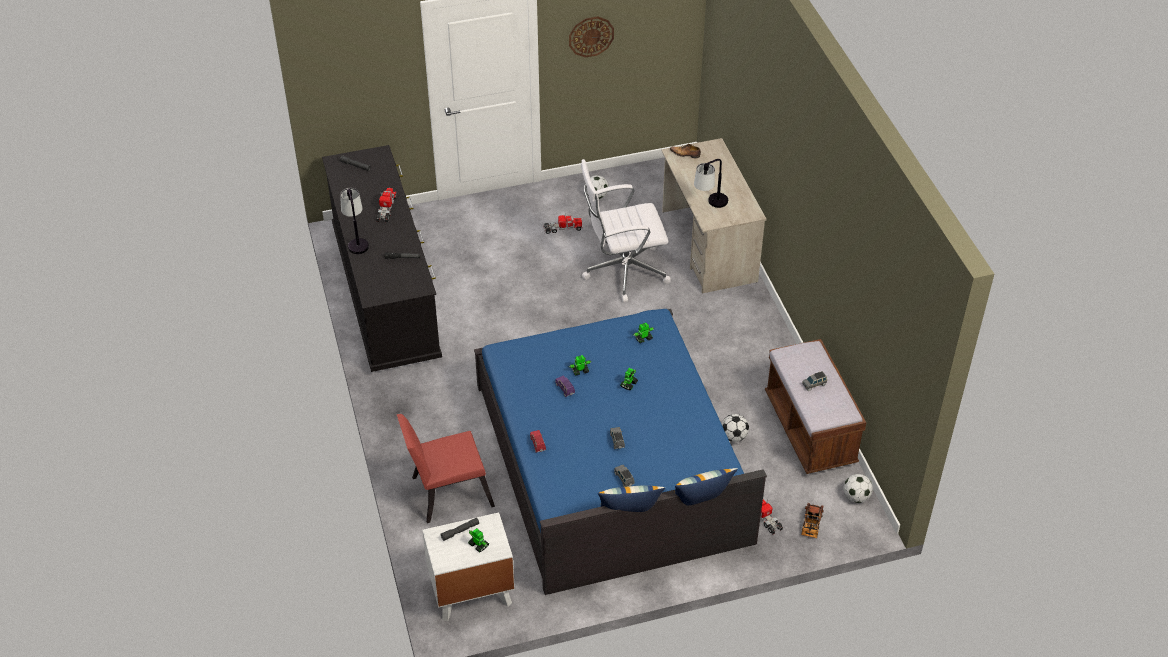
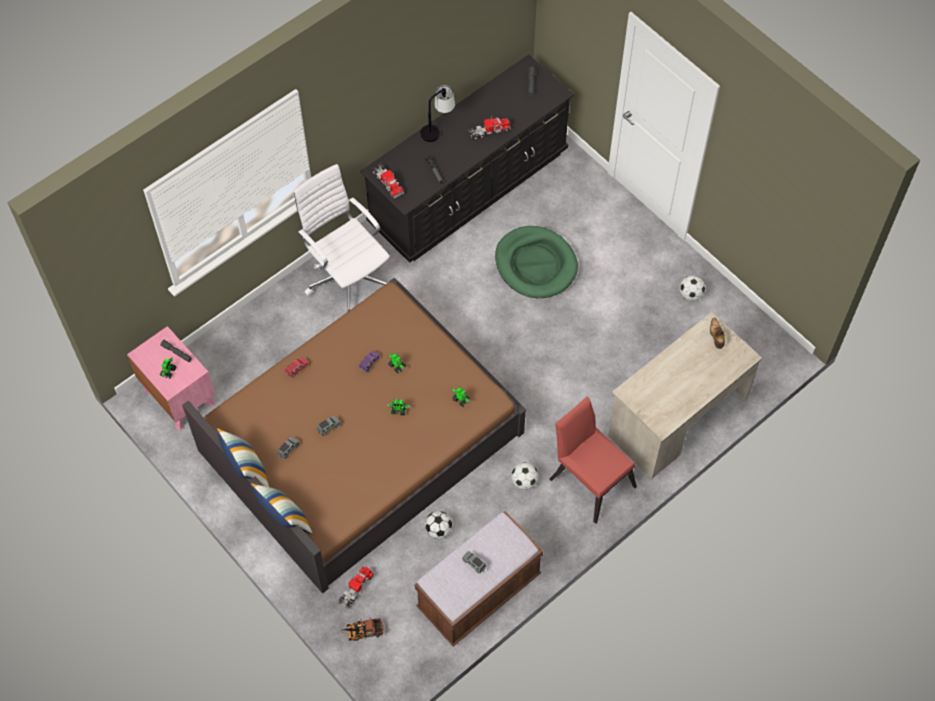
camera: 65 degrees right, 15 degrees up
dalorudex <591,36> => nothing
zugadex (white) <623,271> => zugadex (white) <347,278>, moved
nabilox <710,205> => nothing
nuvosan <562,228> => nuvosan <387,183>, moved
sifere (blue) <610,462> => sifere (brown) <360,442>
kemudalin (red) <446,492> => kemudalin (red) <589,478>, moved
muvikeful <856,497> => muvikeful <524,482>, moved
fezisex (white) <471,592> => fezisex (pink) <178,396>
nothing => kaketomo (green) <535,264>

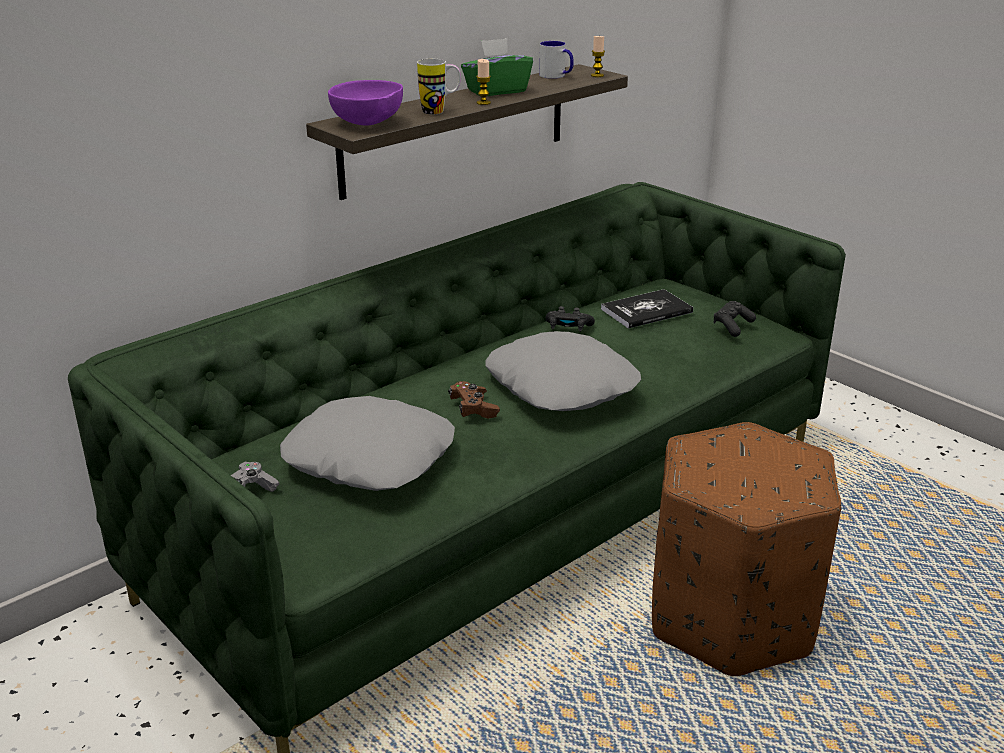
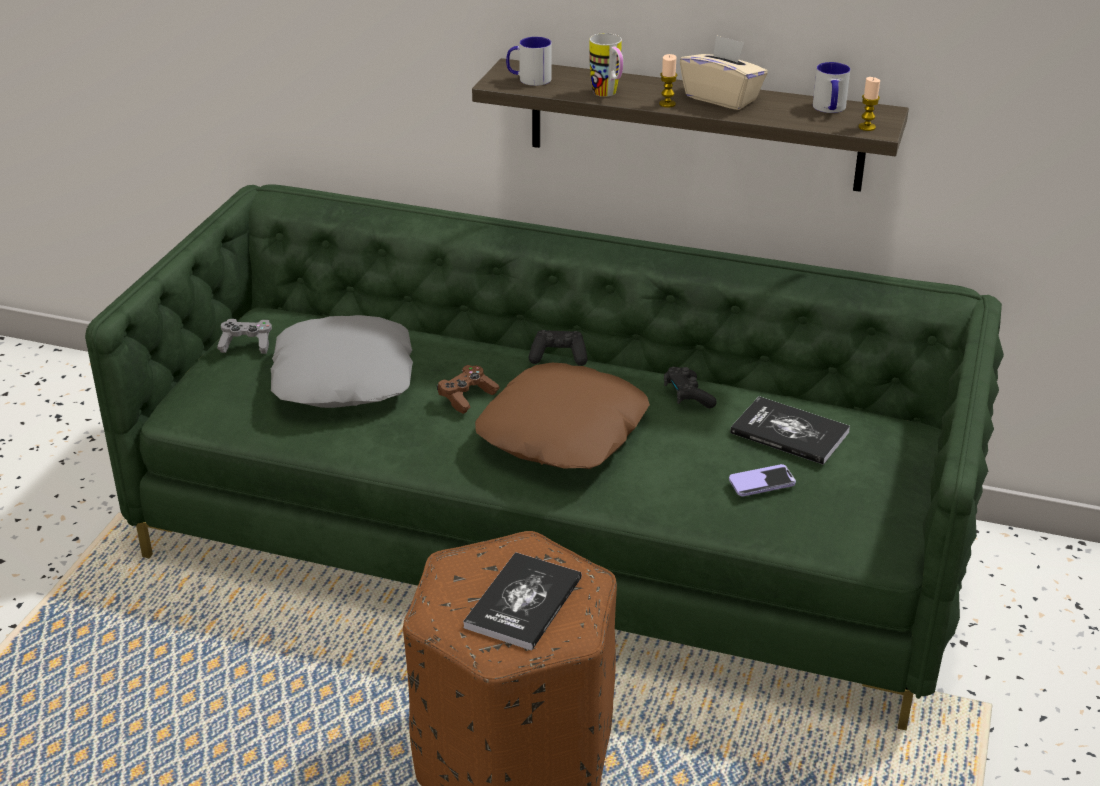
camera: 60 degrees right, 5 degrees up
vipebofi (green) <496,91> => vipebofi (beige) <722,98>
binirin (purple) <368,123> => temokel <529,79>
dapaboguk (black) <732,326> => dapaboguk (black) <558,357>, moved
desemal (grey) <562,385> => desemal (brown) <564,432>
nothing => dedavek <762,482>
nothing => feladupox <523,603>

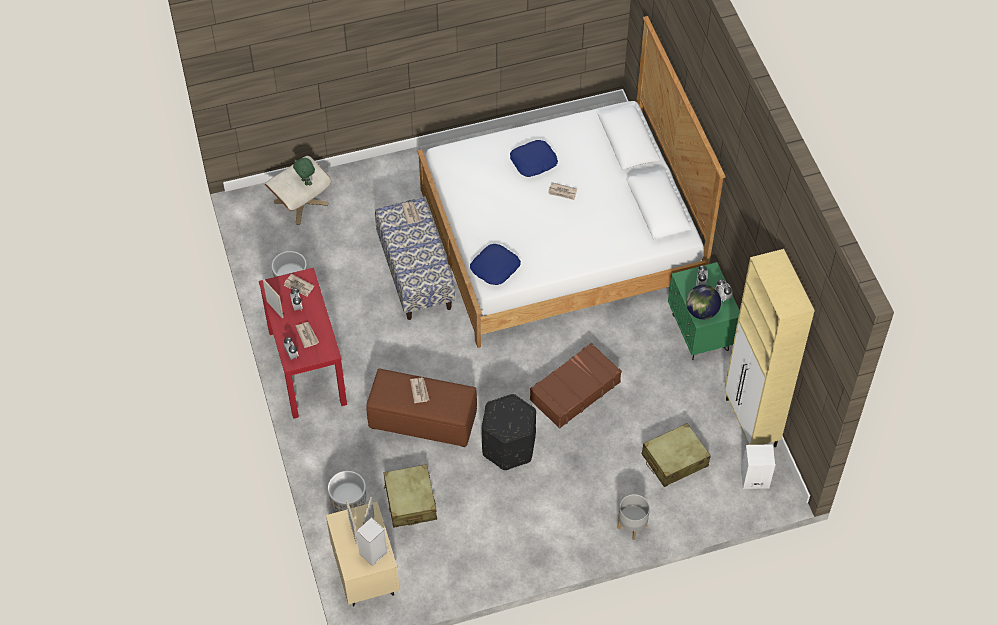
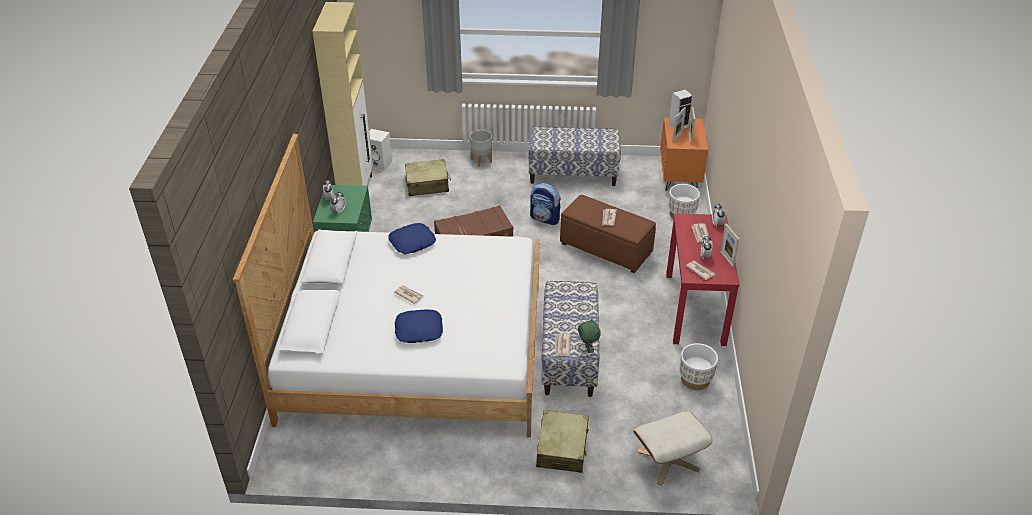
camera: 160 degrees left, 15 degrees down
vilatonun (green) <306,182> => vilatonun (green) <587,349>, moved
desemal (blue) <494,267> => desemal (blue) <412,243>, moved
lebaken <701,311> => nothing
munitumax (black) <508,447> => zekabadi <545,218>
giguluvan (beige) <410,501> => giguluvan (beige) <562,448>, moved
fezisex (beige) <365,574> => fezisex (orange) <679,178>
nothing => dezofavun <573,174>

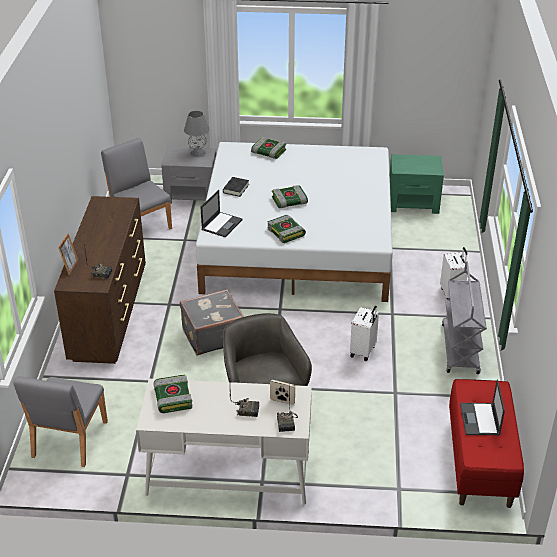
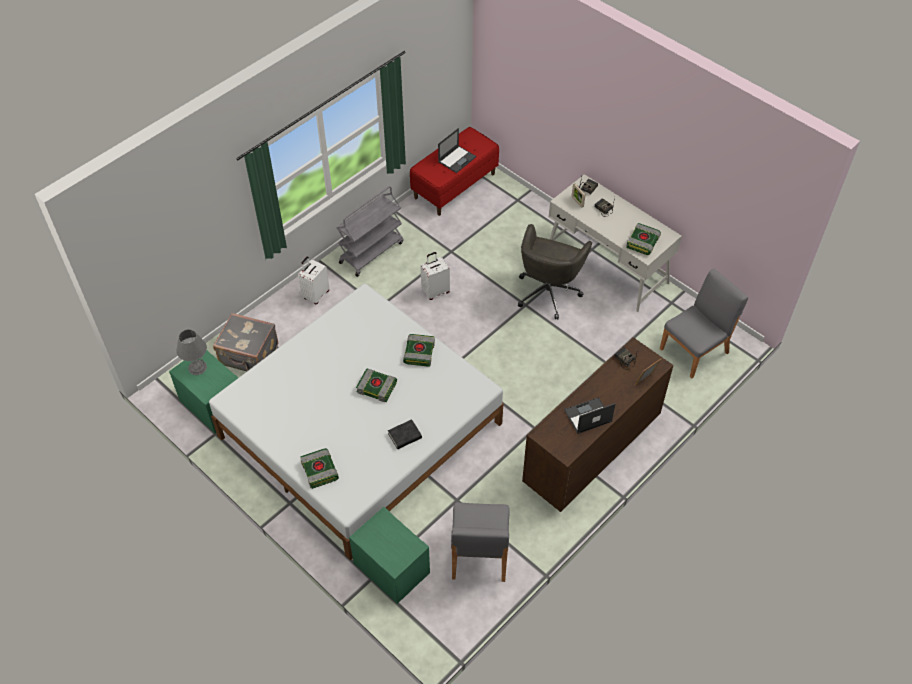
camera: 140 degrees left, 15 degrees up
nabilox (grey) <197,153> => nabilox (grey) <197,367>, moved
fezisex (grey) <191,194> => fezisex (green) <391,567>
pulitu <222,224> => pulitu <587,416>, moved
giguluvan (grey) <212,335> => giguluvan (grey) <249,356>, moved

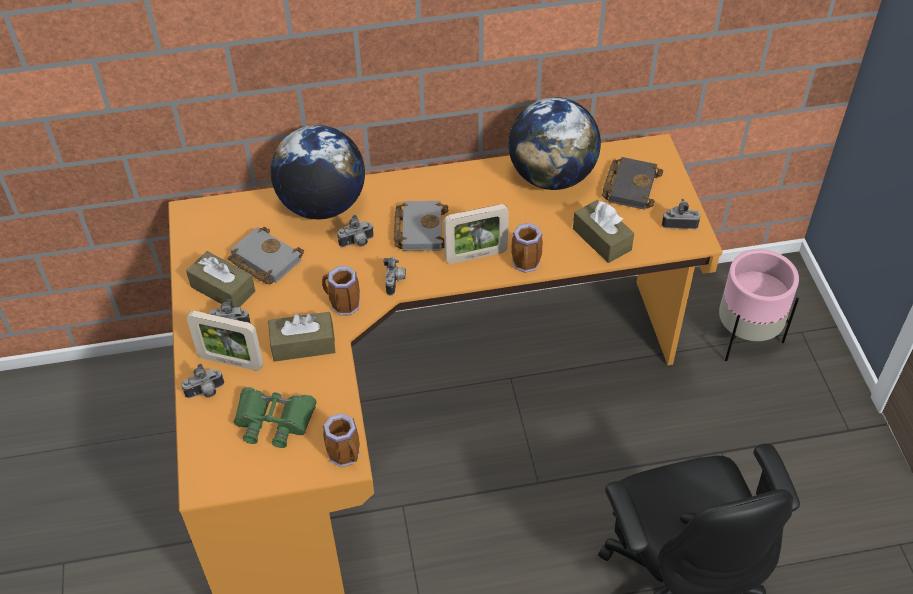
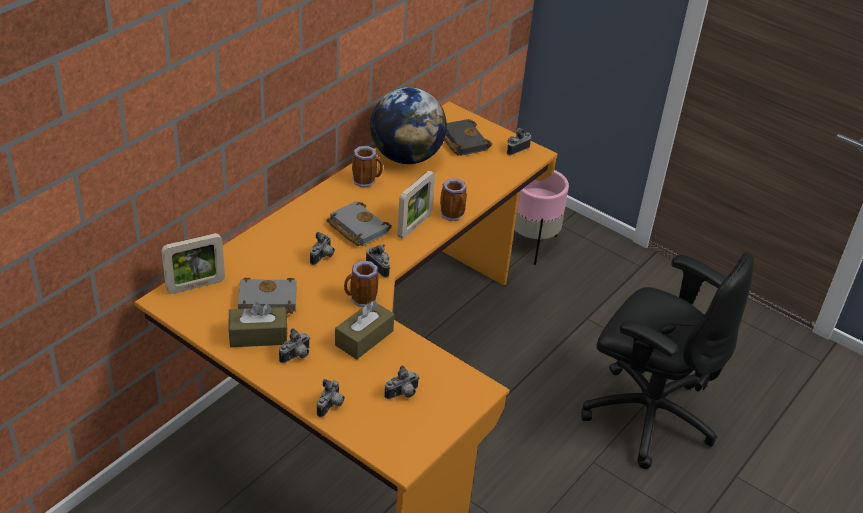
camera: 45 degrees left, 10 degrees down
lebaken <322,205> => nothing
vipebofi (brown) <601,239> => nothing
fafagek <231,361> => fafagek <195,286>, moved
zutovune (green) <274,420> => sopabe <403,394>
temokel <347,455> => temokel <366,181>, moved

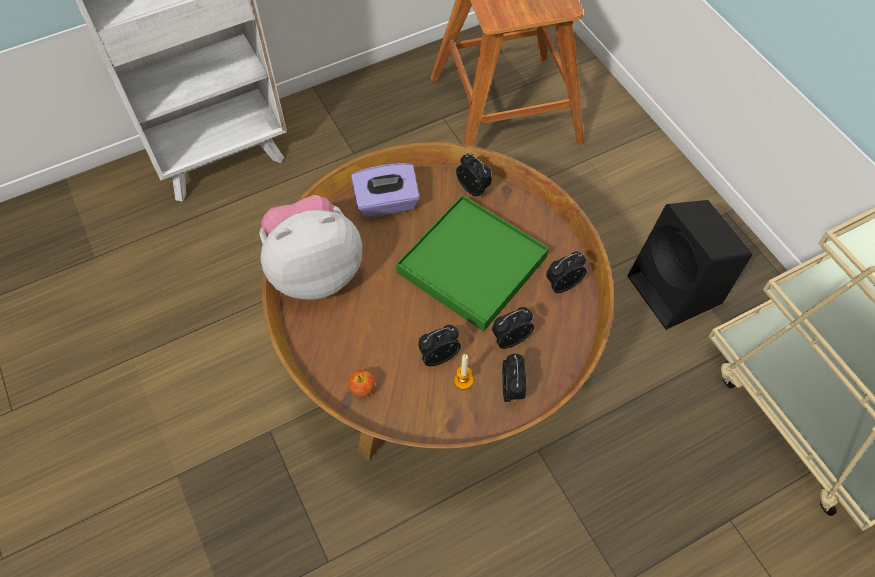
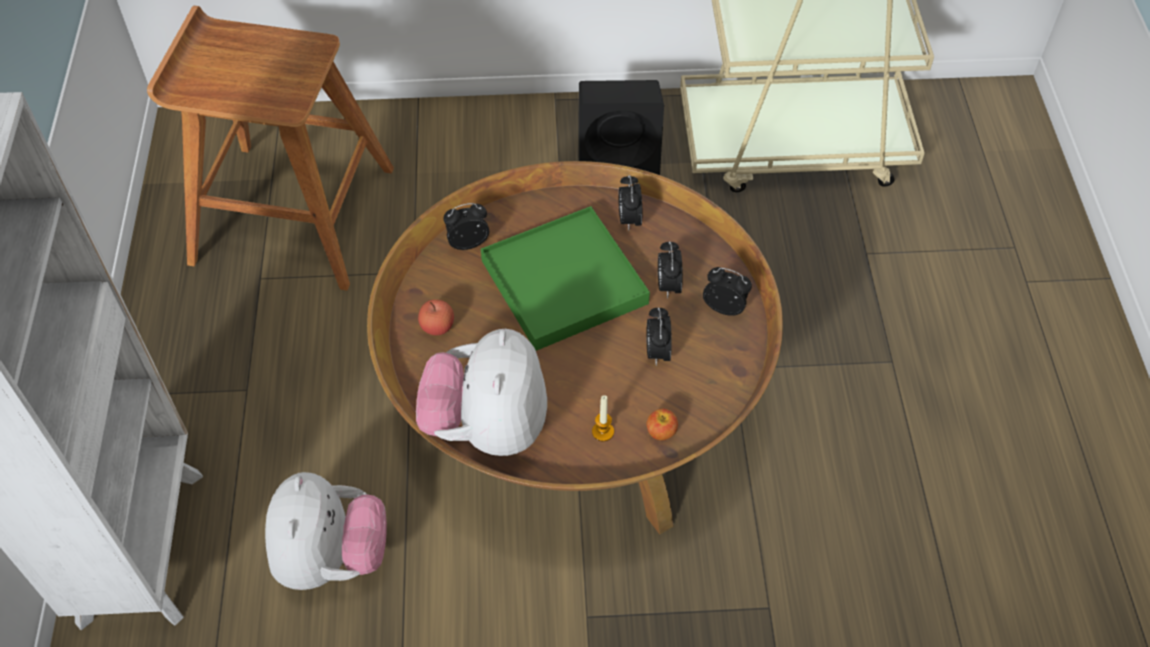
camera: 65 degrees left, 5 degrees down
vipebofi (purple) <387,203> => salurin <437,326>
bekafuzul <463,380> => bekafuzul <603,432>, moved
nothing => vilatonun <331,558>

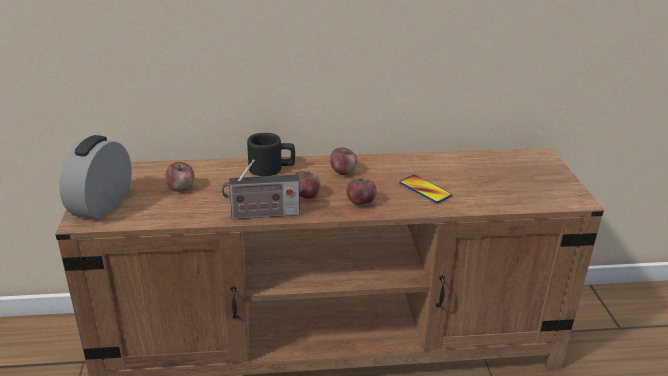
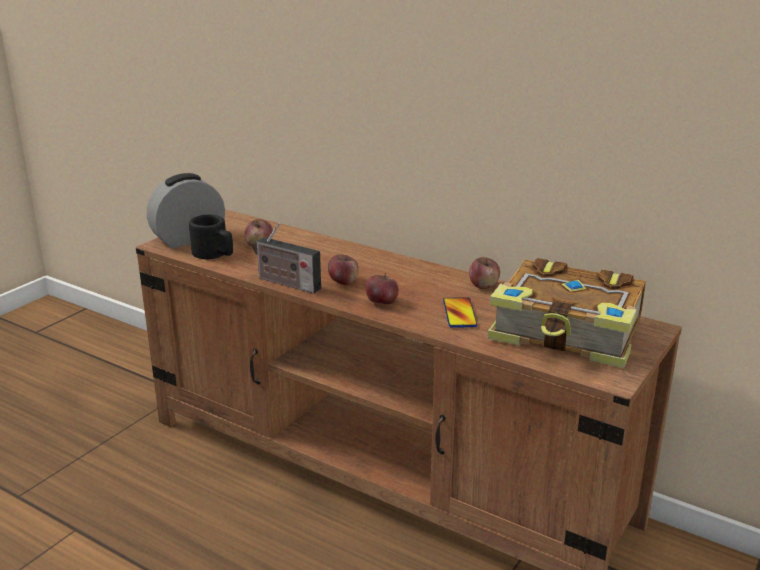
camera: 40 degrees right, 5 degrees down
temokel (black) <272,169> => temokel (black) <214,254>, moved
salurin <343,172> => salurin <483,285>, moved
nothing => feladupox <568,332>

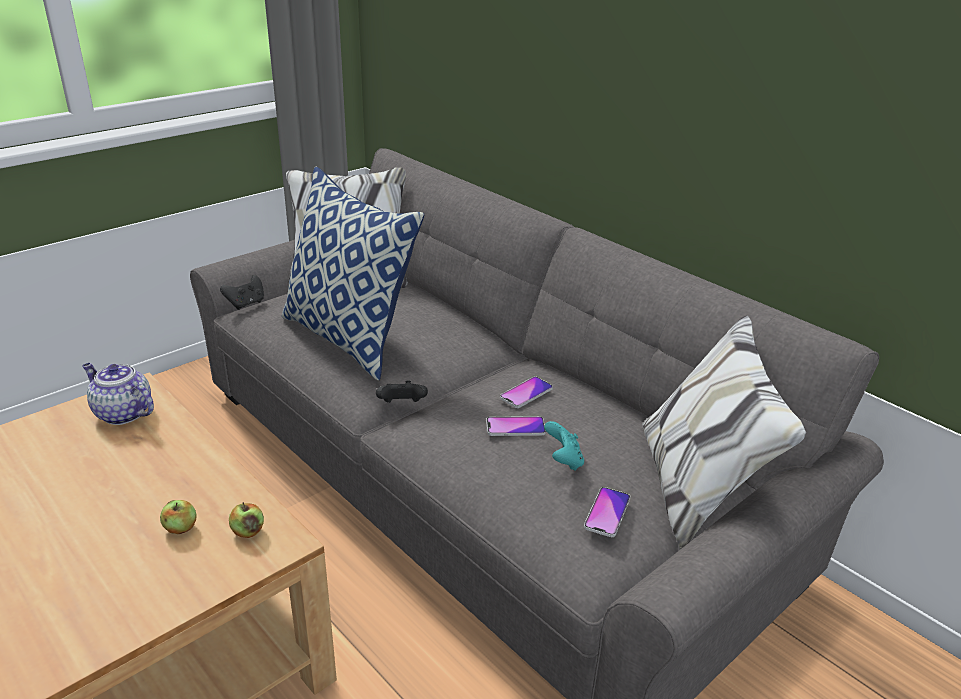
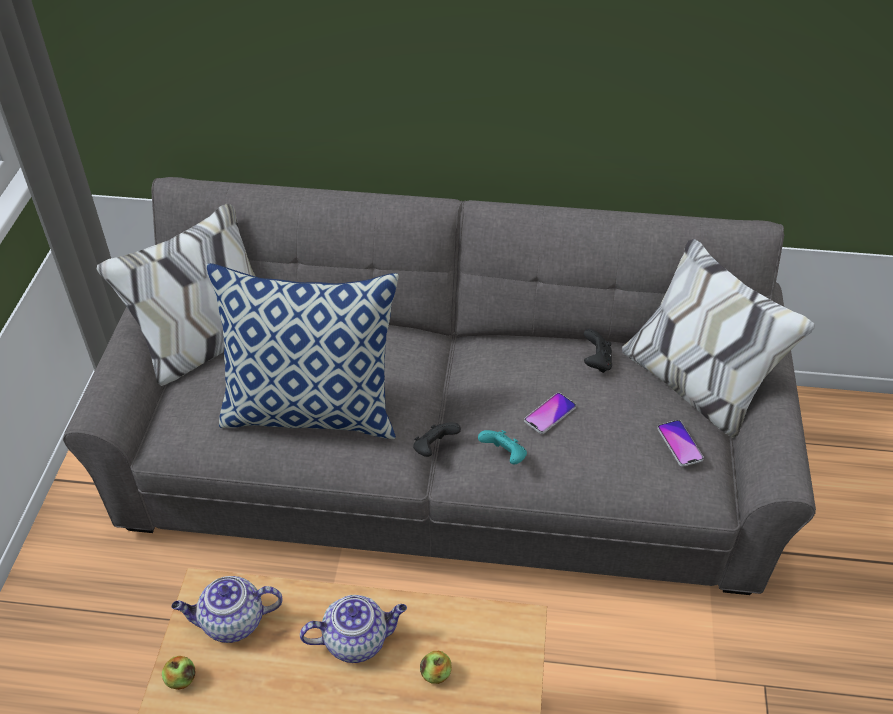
camera: 40 degrees left, 15 degrees up
dapaboguk (black) <246,304> => dapaboguk (black) <596,362>, moved
dedavek <526,393> => nothing
dapaboguk (turquoise) <563,460> => dapaboguk (turquoise) <504,456>, moved
salurin <248,531> => salurin <181,679>, moved
nothing => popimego <357,640>

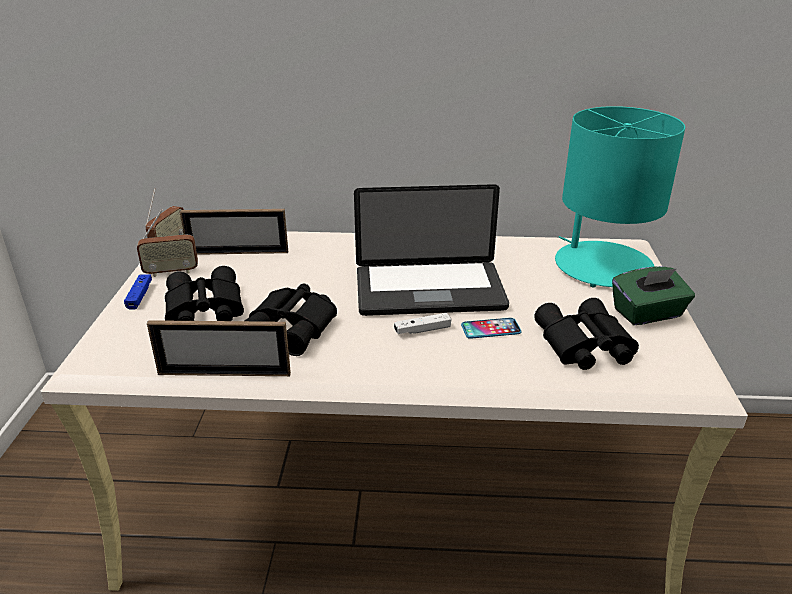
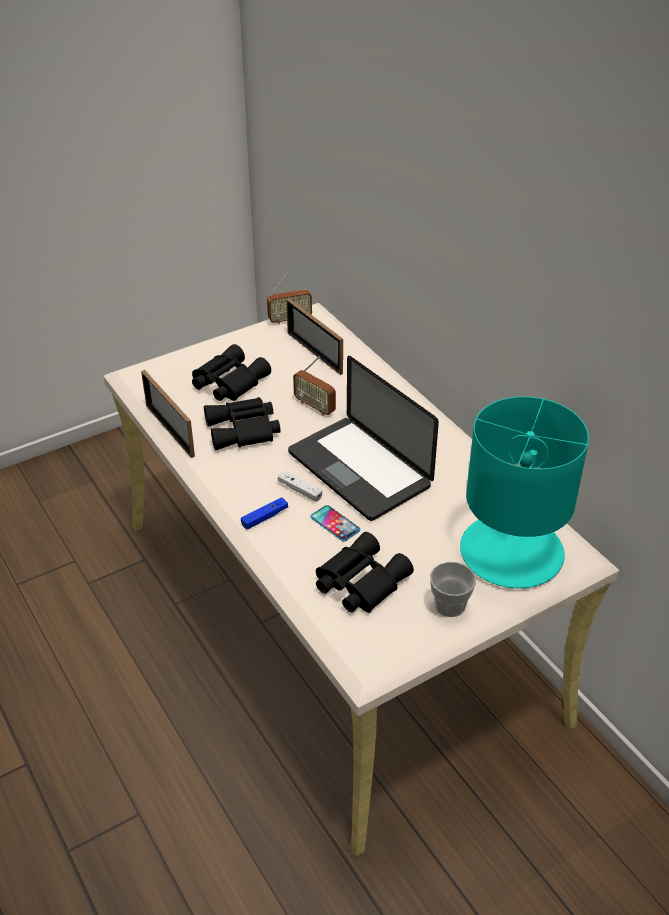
camera: 55 degrees right, 10 degrees up
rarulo <171,272> => rarulo <315,406>, moved
vipebofi (green) <648,314> => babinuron <450,605>
dapaboguk (blue) <139,296> => dapaboguk (blue) <264,517>, moved

